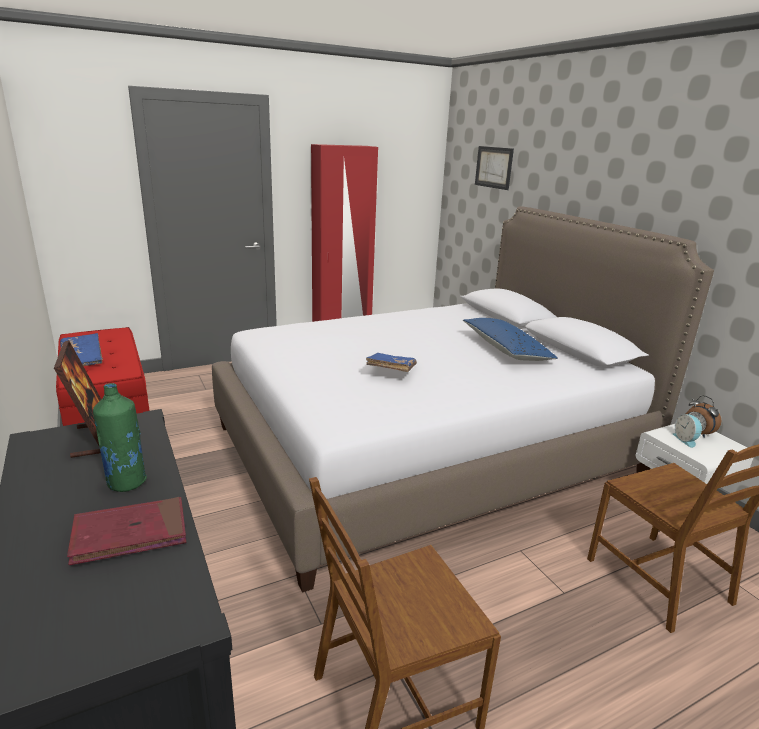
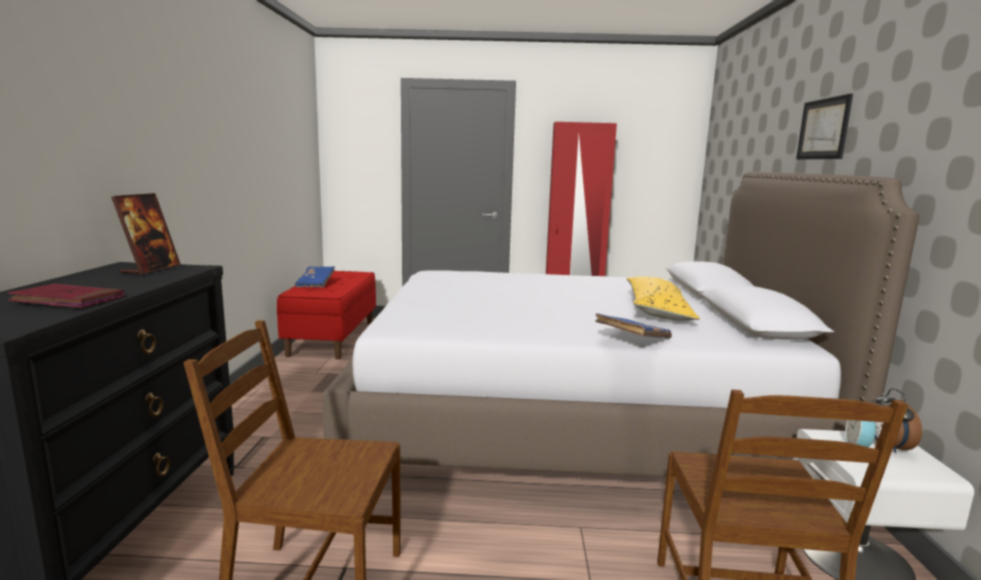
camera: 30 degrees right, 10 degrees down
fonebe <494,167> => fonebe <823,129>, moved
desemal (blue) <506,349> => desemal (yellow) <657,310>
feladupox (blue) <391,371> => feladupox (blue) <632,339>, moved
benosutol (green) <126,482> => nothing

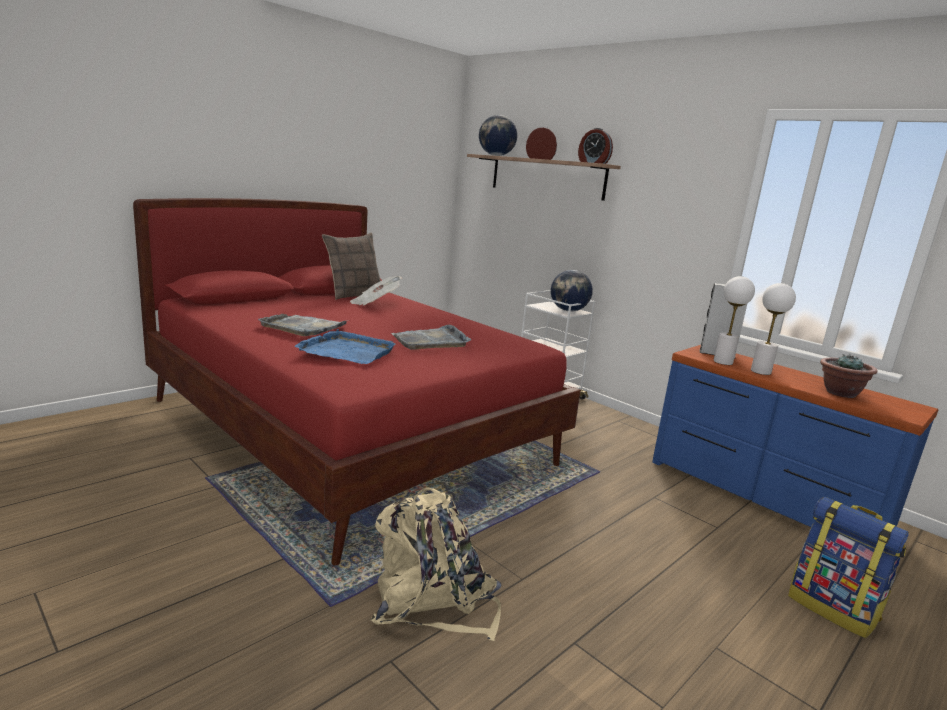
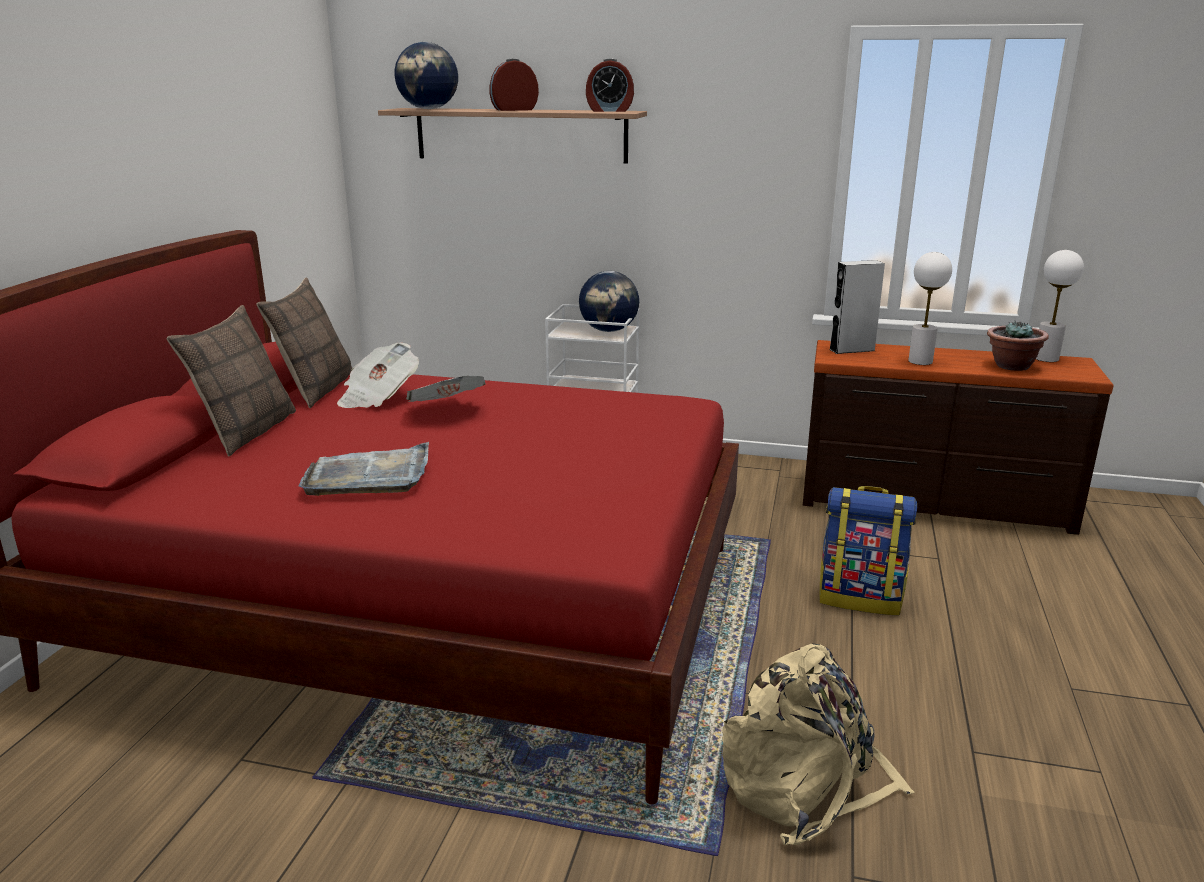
camera: 30 degrees left, 5 degrees up
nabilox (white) <723,362> => nabilox (white) <1046,358>, moved
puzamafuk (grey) <431,341> => nothing
puzamafuk (blue) <347,351> => nothing
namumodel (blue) <762,496> => namumodel (brown) <933,503>
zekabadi <833,608> => zekabadi <860,598>, moved
nothing => desemal <246,432>
nothing => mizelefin <446,411>

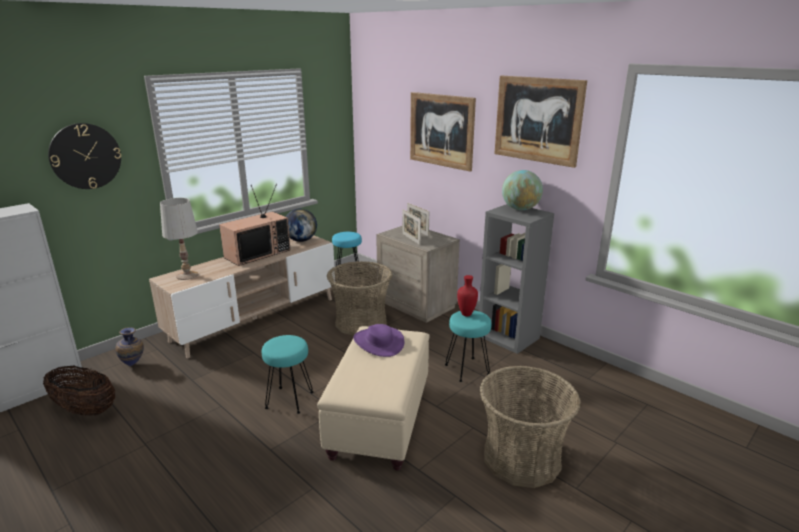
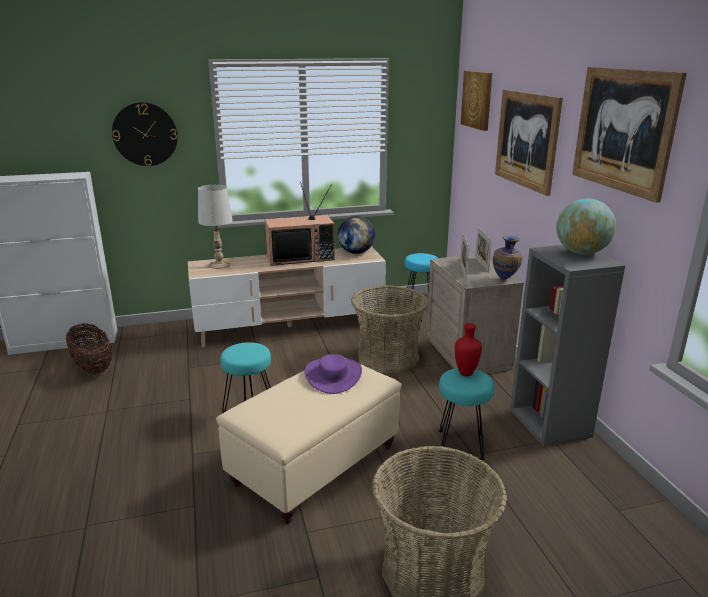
camera: 30 degrees right, 0 degrees up
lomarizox <133,365> => lomarizox <505,280>, moved
nothing => fonebe <477,100>

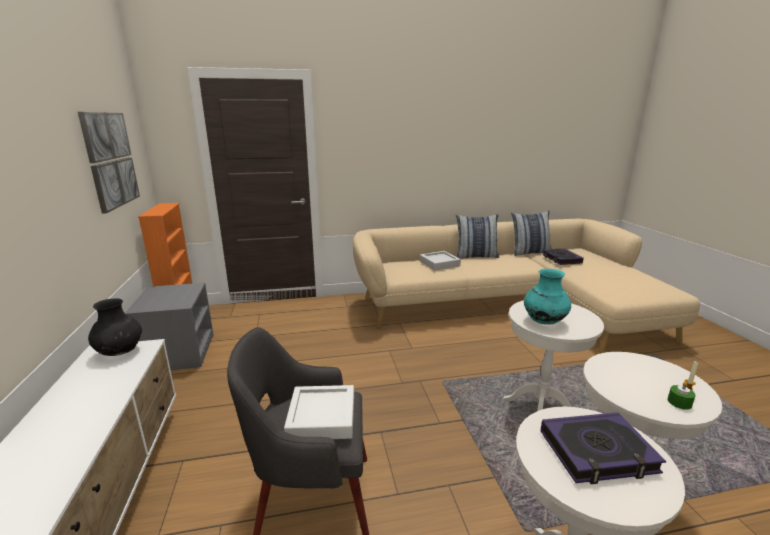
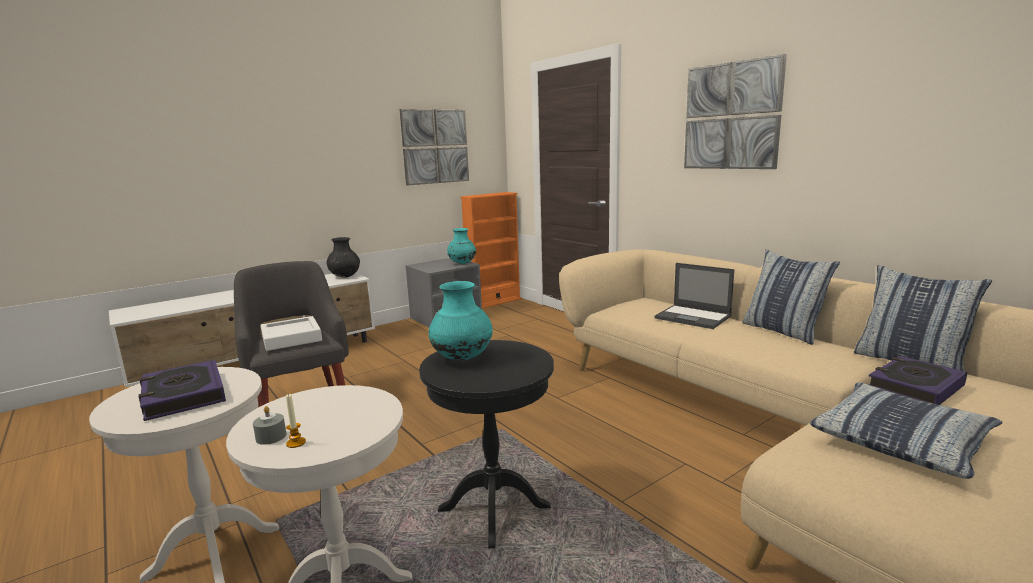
camera: 65 degrees right, 5 degrees down
puzamafuk (grey) <439,263> => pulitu <693,317>
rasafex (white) <540,409> => rasafex (black) <494,509>
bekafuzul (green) <679,402> => bekafuzul (grey) <271,437>
nothing => fonebe <731,116>
nothing => lomarizox (turquoise) <462,263>
nothing => desemal <901,440>

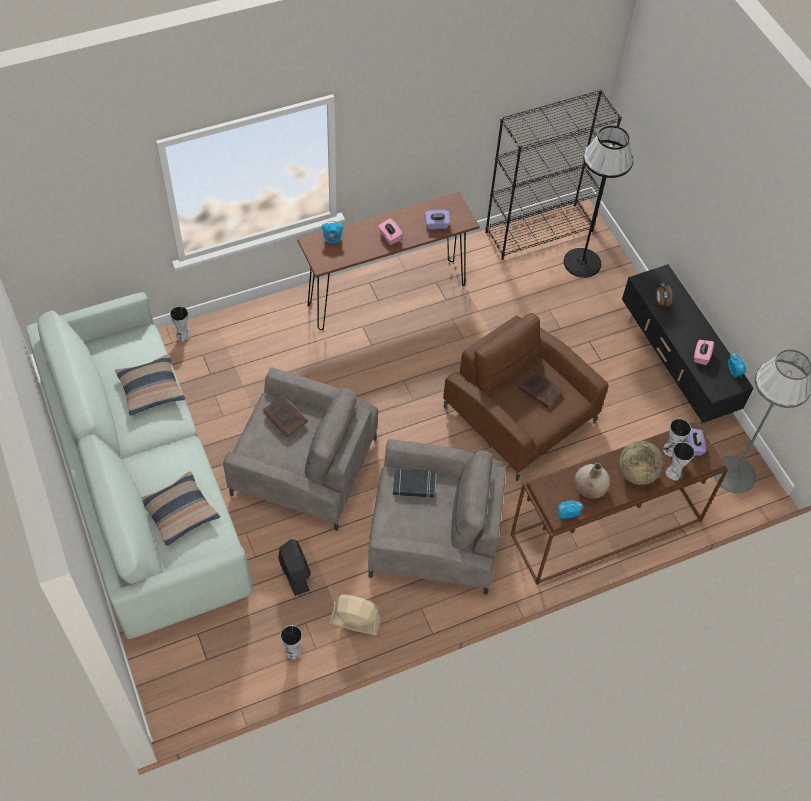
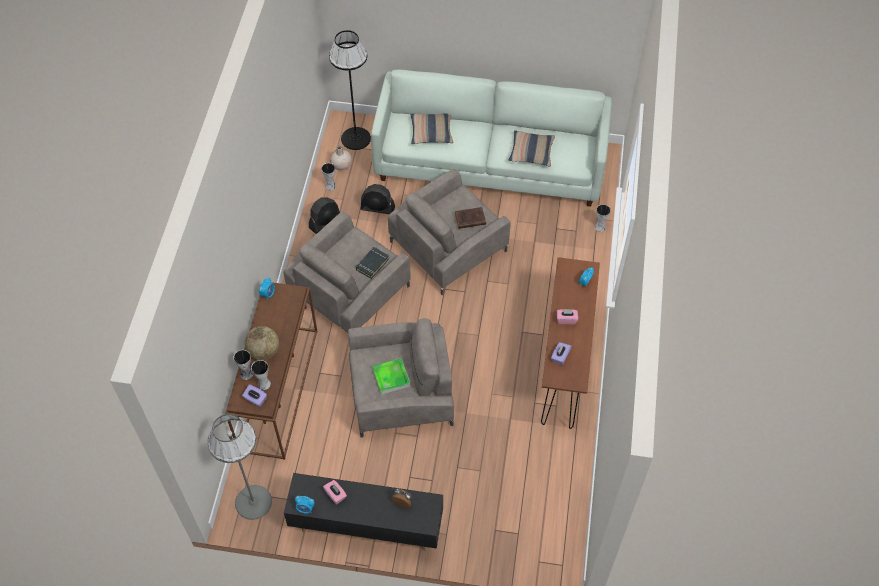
camera: 125 degrees right, 0 degrees up
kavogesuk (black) <539,231> => nothing
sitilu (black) <582,262> => sitilu (black) <356,138>, moved
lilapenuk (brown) <520,415> => lilapenuk (grey) <400,391>
feladupox (brown) <539,390> => puzamafuk <391,377>
lomarizox (beige) <590,488> => lomarizox (beige) <341,165>, moved
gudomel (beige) <355,621> => gudomel (black) <325,222>

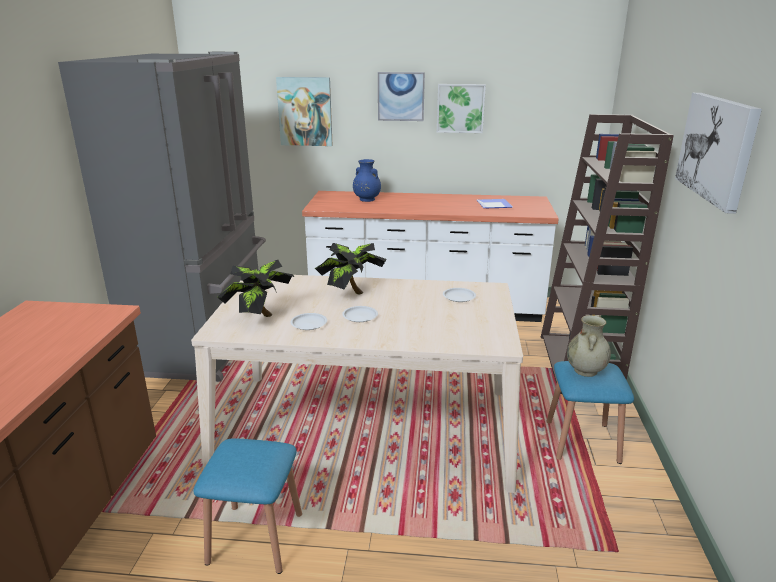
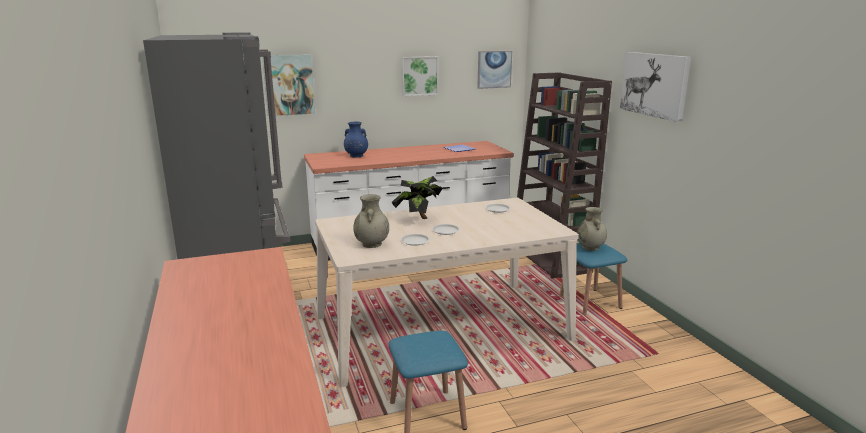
camera: 25 degrees left, 5 degrees down
fonebe <401,96> => fonebe <494,69>, moved
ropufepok <260,318> => lomarizox (beige) <372,244>

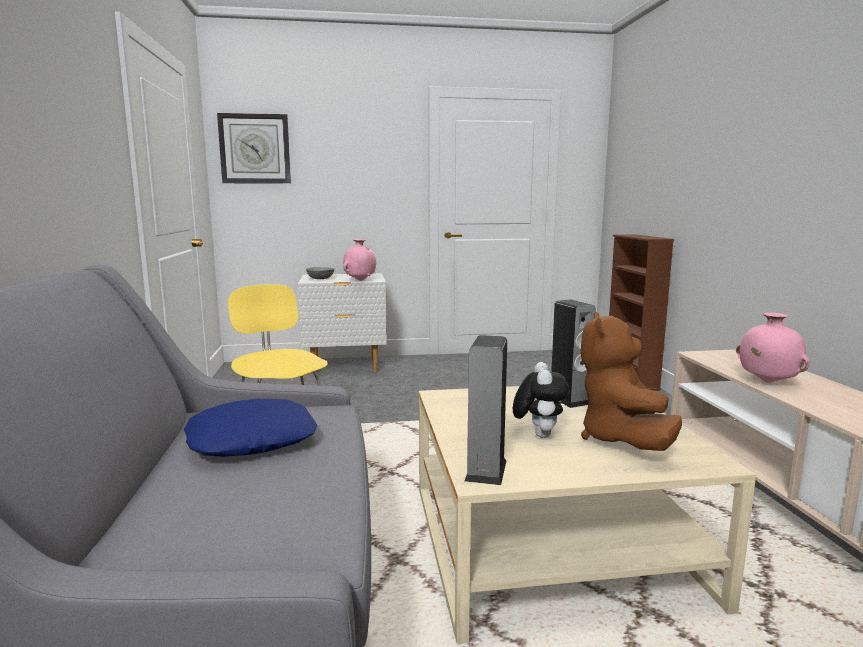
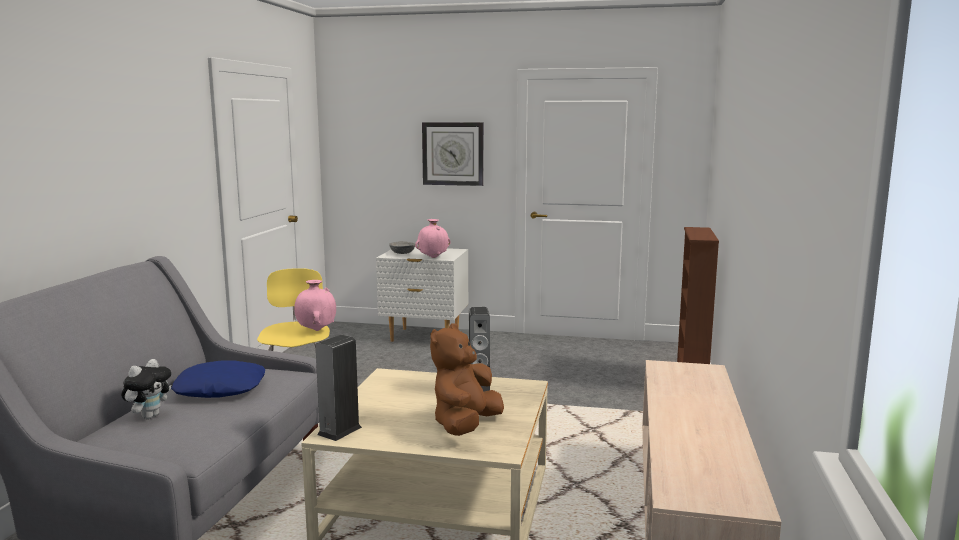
camera: 20 degrees right, 0 degrees up
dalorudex <255,149> => dalorudex <453,153>, moved
lomarizox (pink) <767,382> => lomarizox (pink) <316,330>, moved
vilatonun <538,434> => vilatonun <149,416>, moved

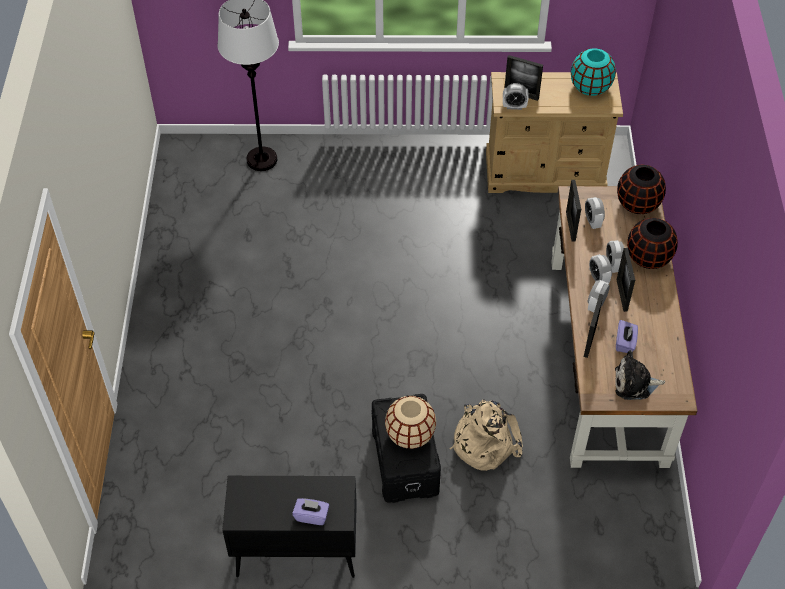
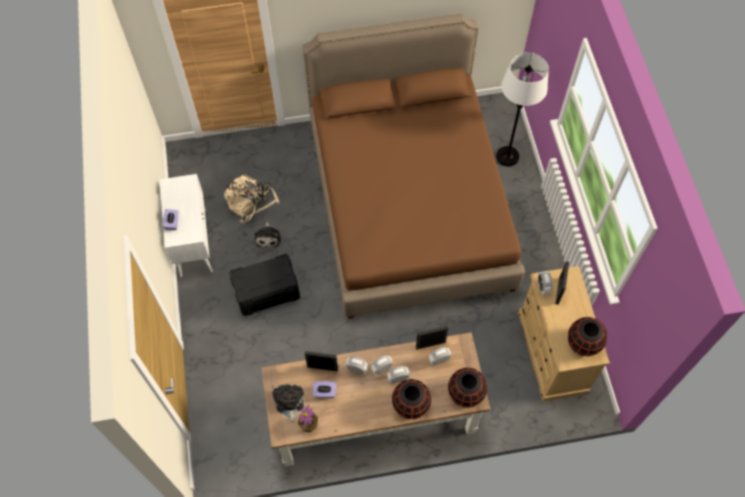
camera: 80 degrees right, 10 degrees up
lomarizox (turquoise) <590,87> => lomarizox (black) <583,343>
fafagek <621,295> => nothing
lomarizox (beige) <410,434> => nothing
zekabadi (beige) <484,441> => zekabadi (beige) <250,202>, moved
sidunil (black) <295,553> => sidunil (white) <193,242>
nothing => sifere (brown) <408,204>
nothing => vilatonun <268,237>
nothing => ropufepok <309,425>

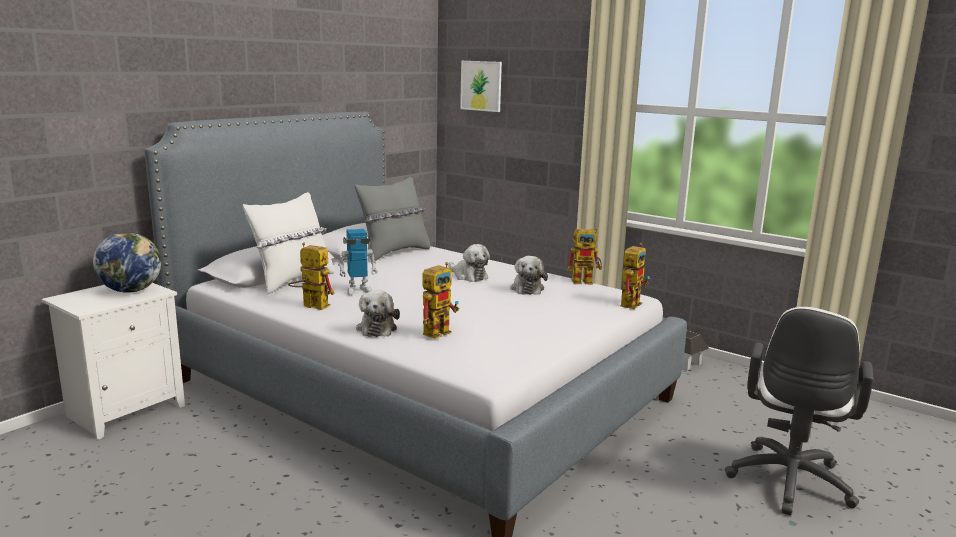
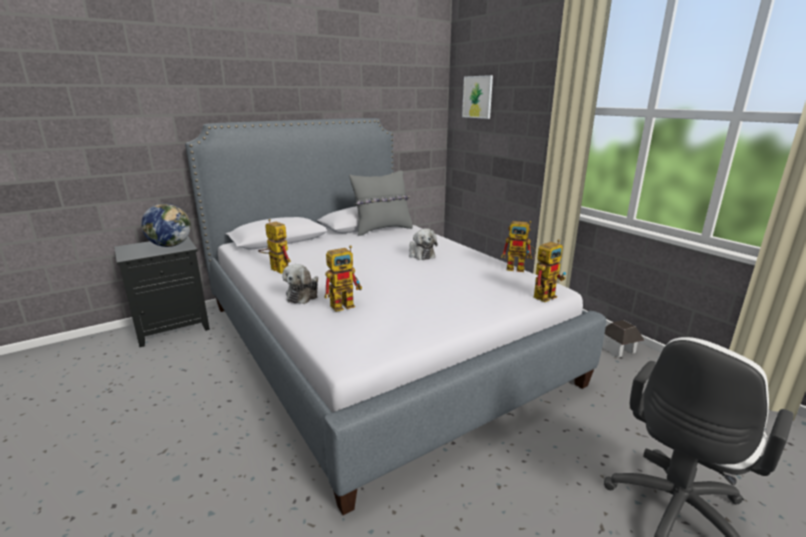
camera: 20 degrees right, 5 degrees up
desemal (white) <293,280> => nothing
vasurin <358,290> => nothing
vilatonun <527,288> => nothing
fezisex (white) <126,410> => fezisex (black) <173,327>

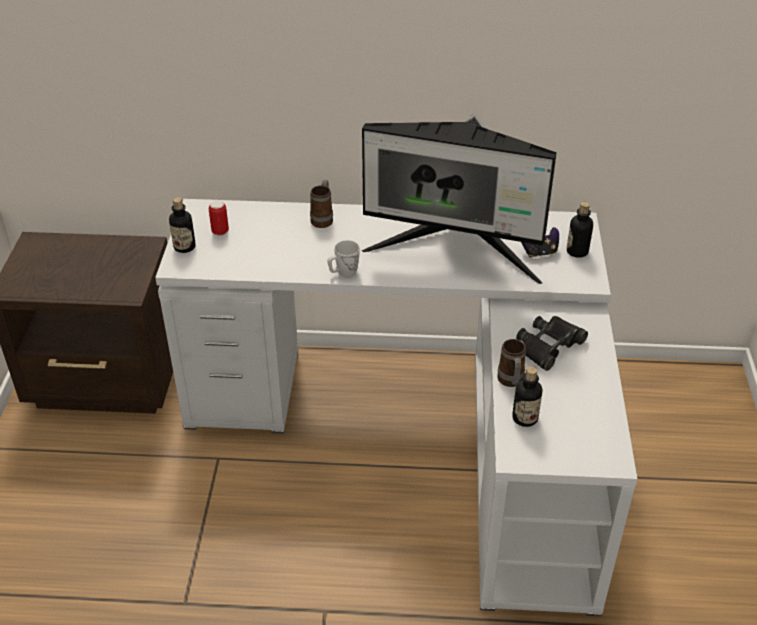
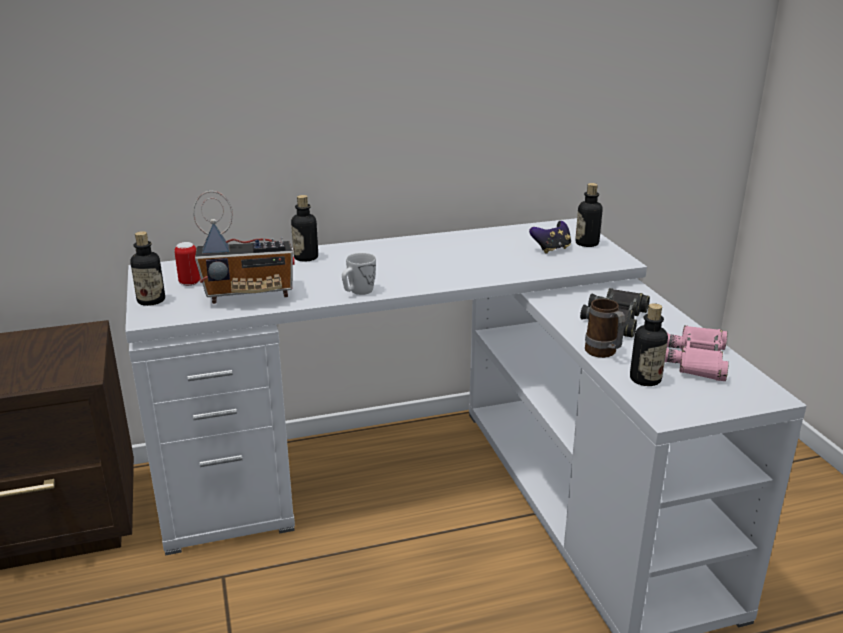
camera: 20 degrees left, 15 degrees down
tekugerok <456,252> => nothing
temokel <323,219> => benosutol <306,257>
nothing => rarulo <250,295>
nothing => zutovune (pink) <696,360>

